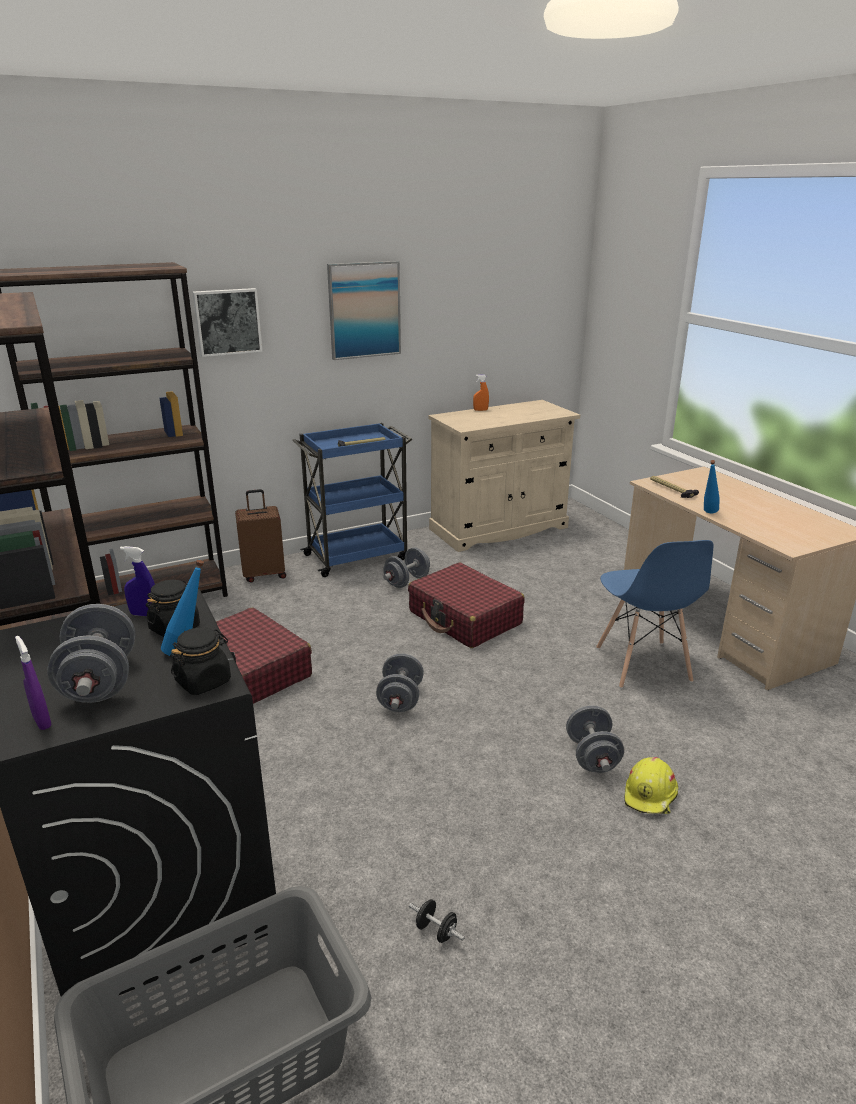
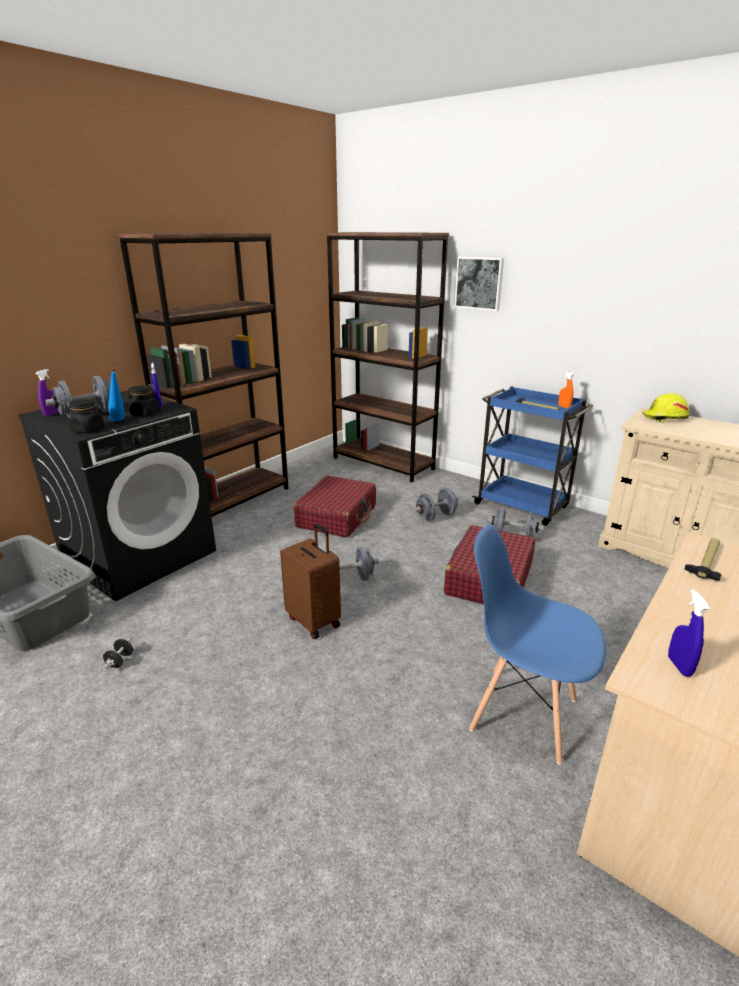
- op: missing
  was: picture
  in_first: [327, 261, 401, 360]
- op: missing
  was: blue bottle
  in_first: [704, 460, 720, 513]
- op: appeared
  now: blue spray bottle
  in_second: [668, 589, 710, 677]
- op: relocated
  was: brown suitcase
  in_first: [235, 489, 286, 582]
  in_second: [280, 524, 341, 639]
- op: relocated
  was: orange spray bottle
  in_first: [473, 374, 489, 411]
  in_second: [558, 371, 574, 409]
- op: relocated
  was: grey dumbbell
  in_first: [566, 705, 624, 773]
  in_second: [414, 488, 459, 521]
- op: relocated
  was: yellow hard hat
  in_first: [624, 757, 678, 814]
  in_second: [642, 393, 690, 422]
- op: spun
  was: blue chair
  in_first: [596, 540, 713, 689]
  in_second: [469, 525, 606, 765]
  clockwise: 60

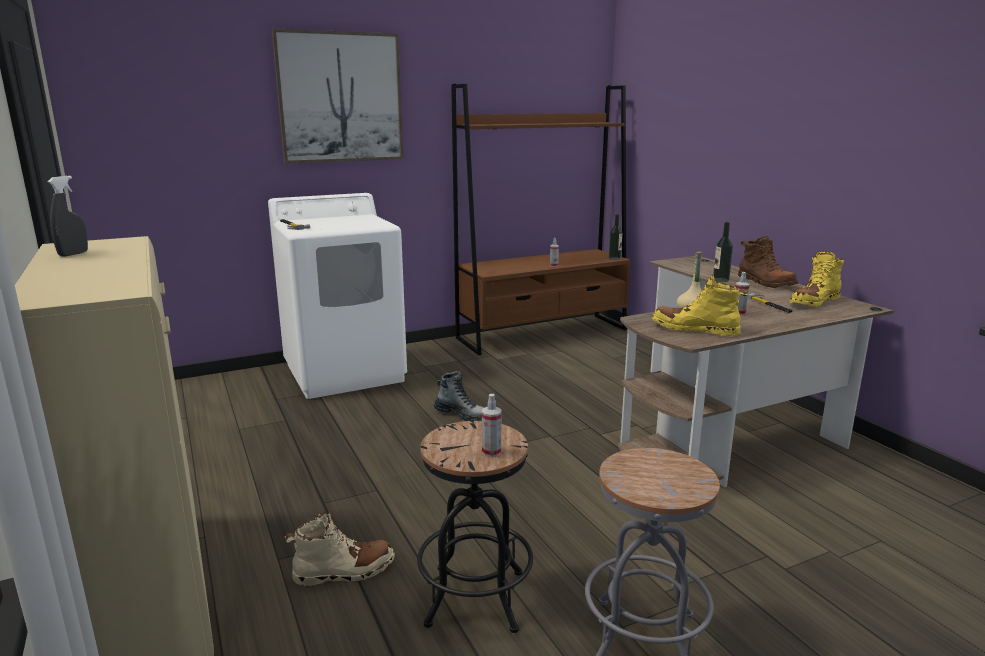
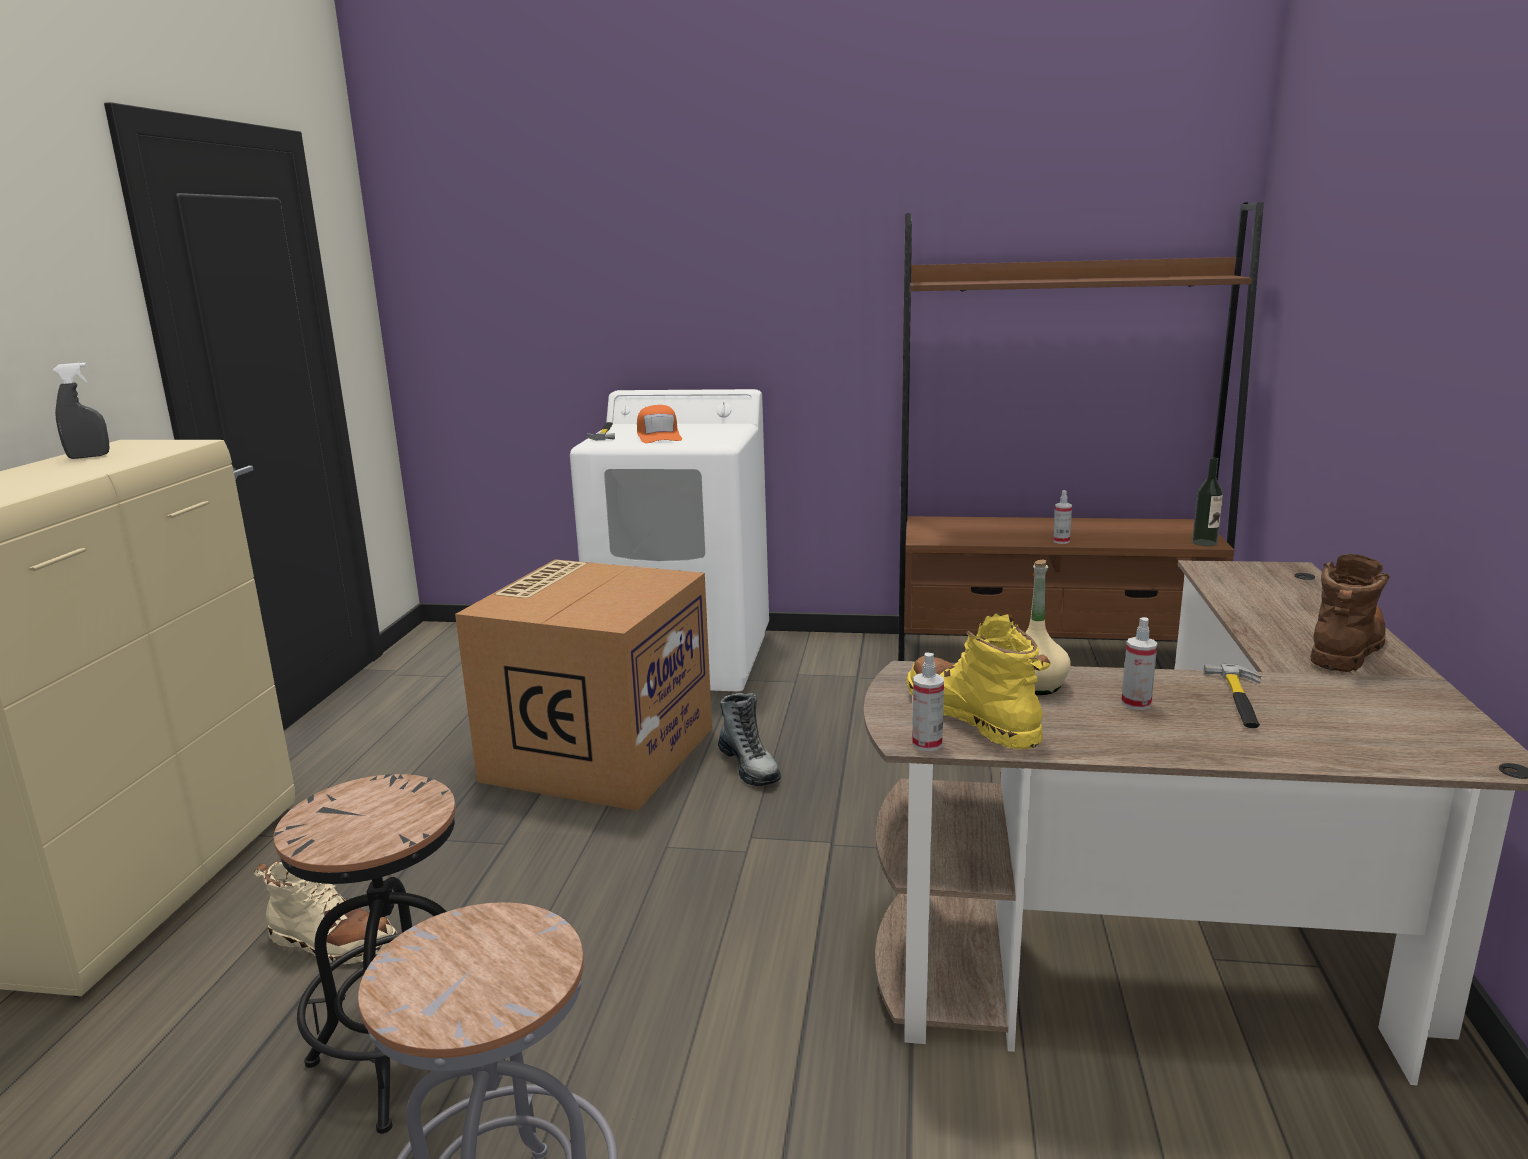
- op: missing
  was: picture
  in_first: [272, 28, 404, 164]
- op: missing
  was: bottle
  in_first: [713, 222, 733, 282]
- op: missing
  was: yellow boot
  in_first: [789, 252, 844, 307]
- op: appeared
  now: cardboard box
  in_second: [455, 559, 712, 811]
- op: appeared
  now: orange cap
  in_second: [637, 405, 682, 443]
- op: relocated
  was: spray bottle
  in_first: [482, 394, 502, 457]
  in_second: [912, 652, 944, 751]
- op: spun
  was: brown boot
  in_first: [738, 236, 798, 288]
  in_second: [1310, 554, 1390, 672]
  clockwise: -150

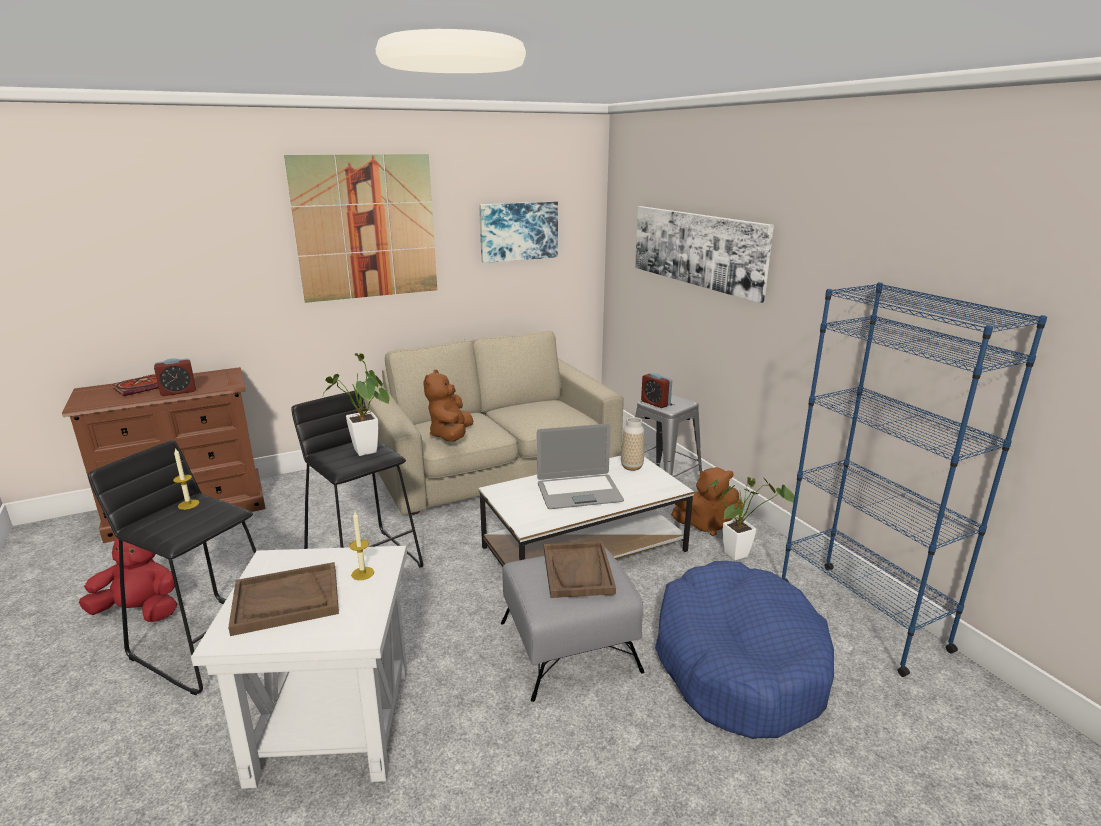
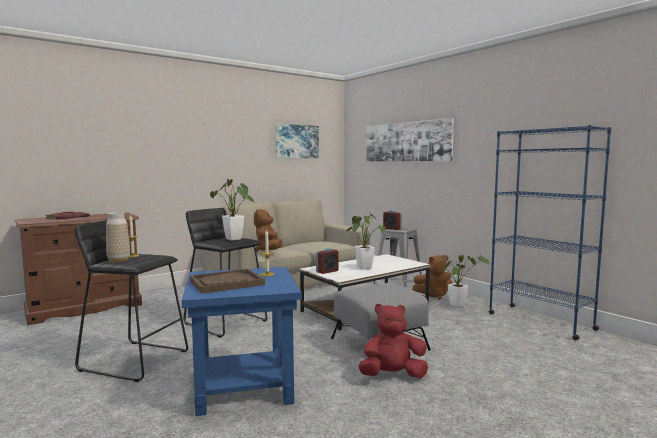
- op: missing
  was: picture
  in_first: [284, 154, 437, 303]
- op: missing
  was: brown tray
  in_first: [544, 541, 616, 598]
- op: missing
  was: blue dog bed
  in_first: [655, 561, 834, 739]
- op: relocated
  was: red plush toy
  in_first: [79, 538, 178, 622]
  in_second: [358, 303, 428, 378]
- op: relocated
  was: alarm clock
  in_first: [154, 358, 196, 396]
  in_second: [316, 248, 339, 274]
- op: relocated
  was: vase
  in_first: [621, 417, 644, 471]
  in_second: [106, 212, 130, 262]
- op: exchanged
  was: laptop
  now: potted plant
  in_first: [537, 424, 624, 509]
  in_second: [346, 212, 386, 269]
- op: colour
  was: white side table
  now: blue side table
  in_first: [191, 546, 407, 789]
  in_second: [182, 267, 302, 416]

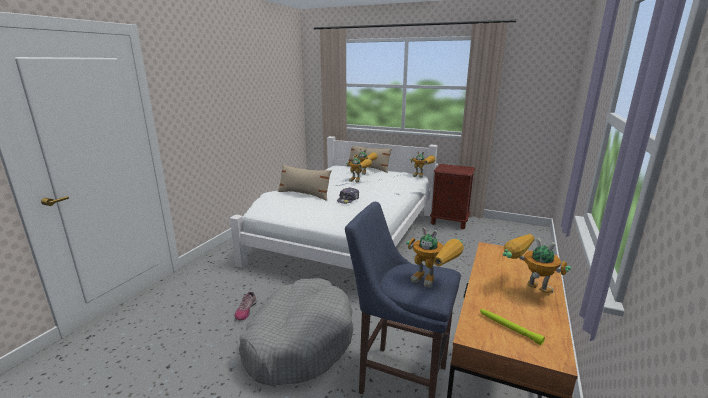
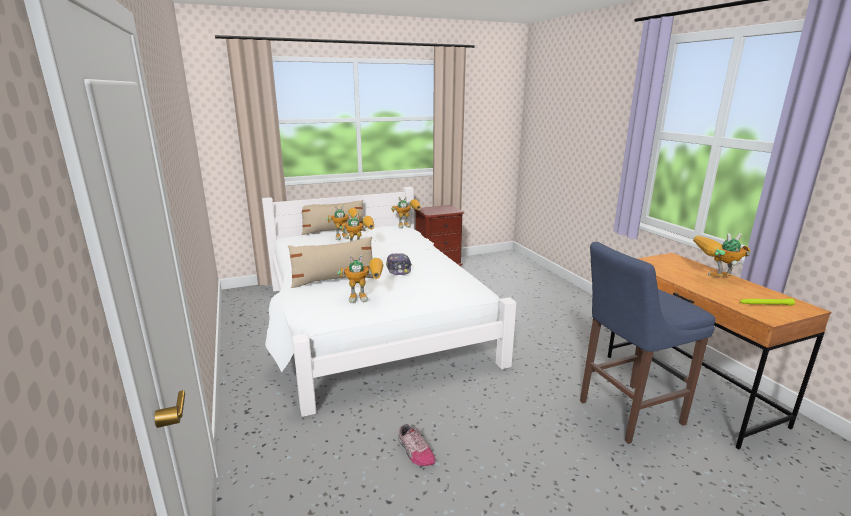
- op: missing
  was: grey dog bed
  in_first: [239, 278, 353, 386]
- op: relocated
  was: toy robot
  in_first: [406, 227, 464, 288]
  in_second: [337, 255, 383, 303]

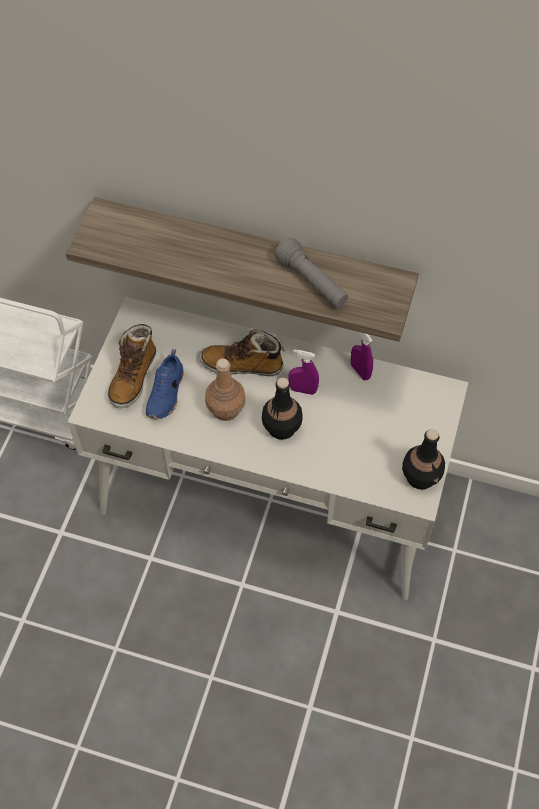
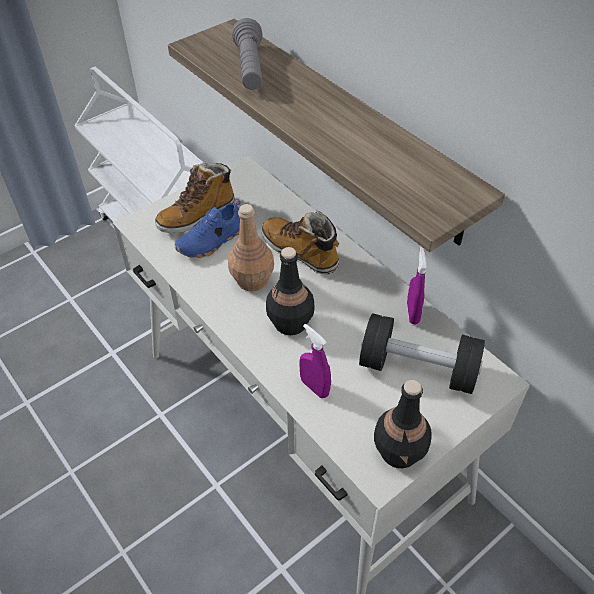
- op: appeared
  now: black dumbbell
  in_second: [359, 313, 485, 394]
- op: relocated
  was: grey flashlight
  in_first: [275, 238, 348, 308]
  in_second: [232, 18, 262, 90]
- op: relocated
  was: purple spray bottle
  in_first: [289, 349, 319, 395]
  in_second: [299, 324, 331, 398]

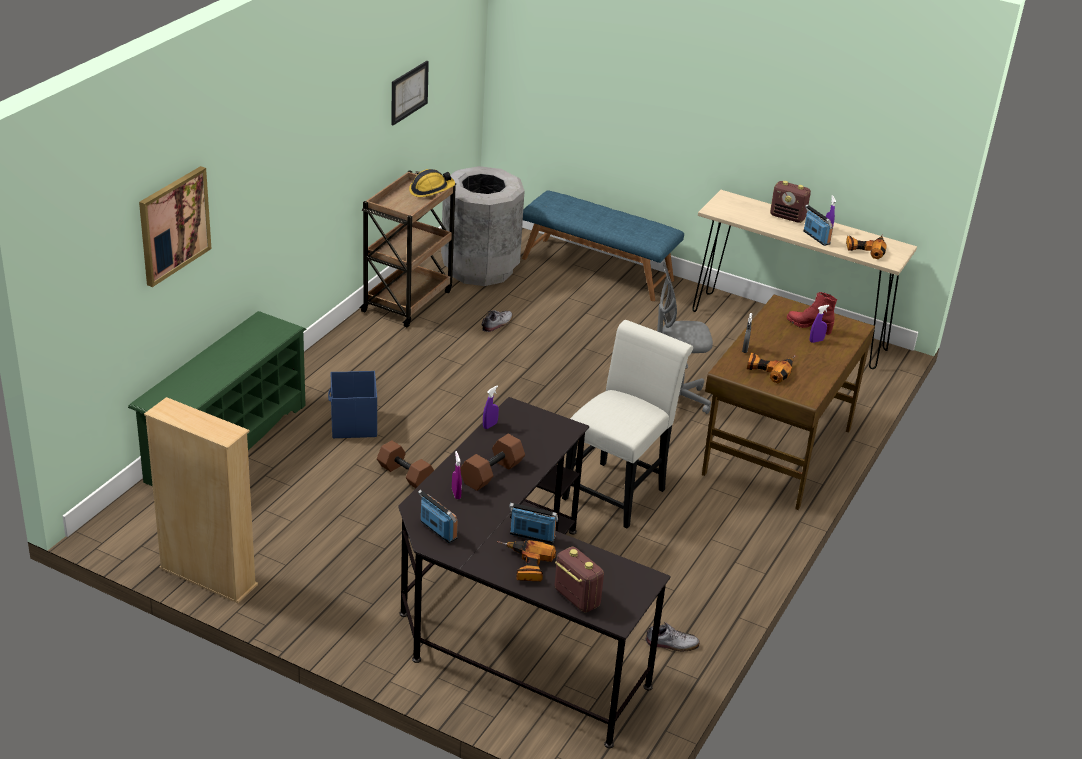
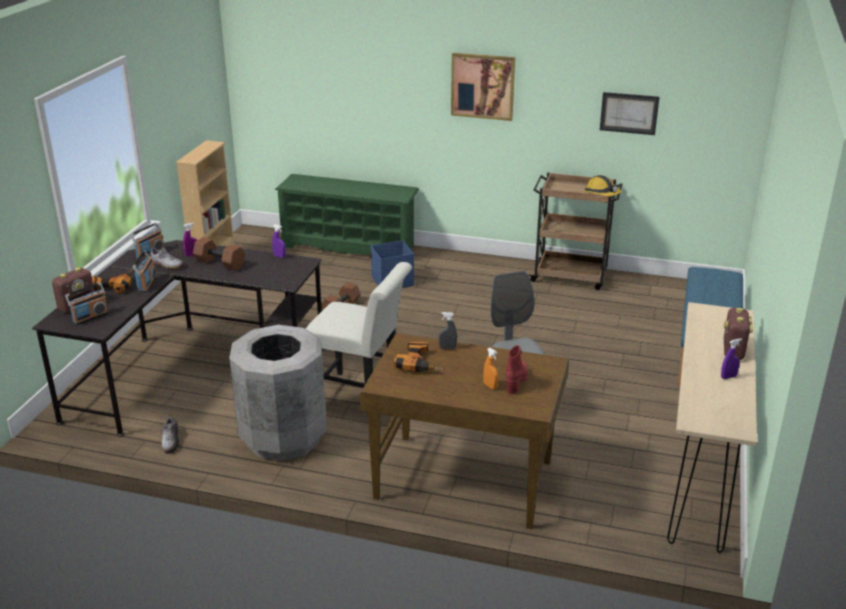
- op: missing
  was: power drill
  in_first: [846, 234, 887, 259]
- op: relocated
  was: picture
  in_first: [139, 166, 212, 287]
  in_second: [451, 53, 515, 121]
- op: relocated
  was: grey trash can
  in_first: [441, 166, 525, 286]
  in_second: [229, 325, 326, 461]
- op: relocated
  was: shoe
  in_first: [481, 310, 513, 332]
  in_second: [150, 247, 185, 269]
- op: relocated
  was: radio
  in_first: [803, 204, 833, 246]
  in_second: [65, 283, 109, 325]
- op: colour
  was: purple spray bottle
  now: orange spray bottle
  in_first: [810, 305, 829, 343]
  in_second: [483, 348, 498, 390]

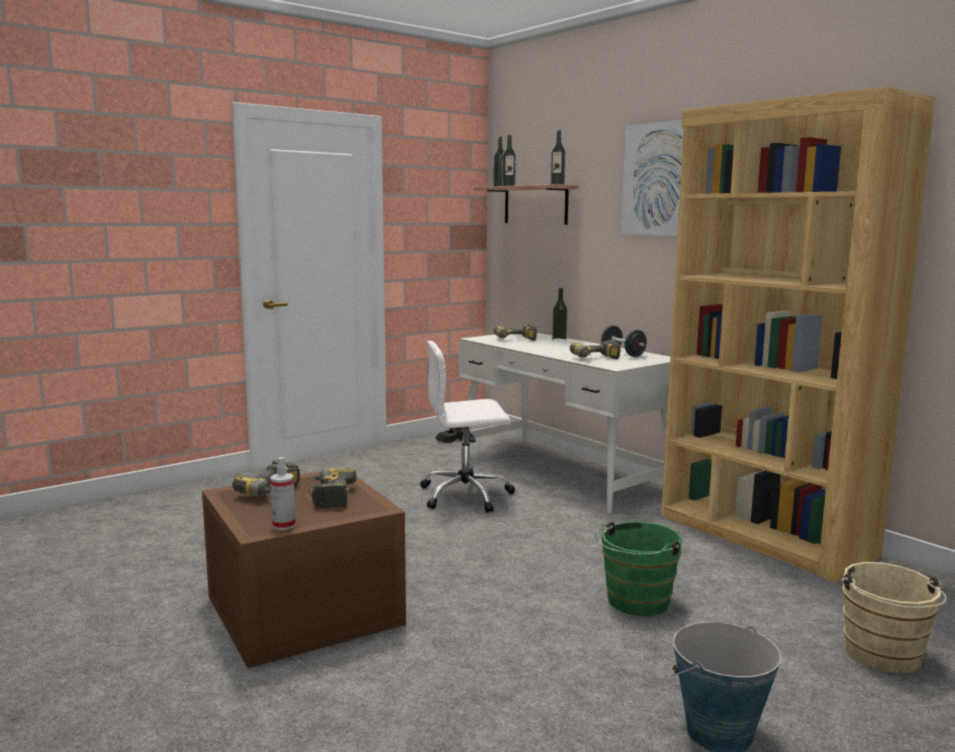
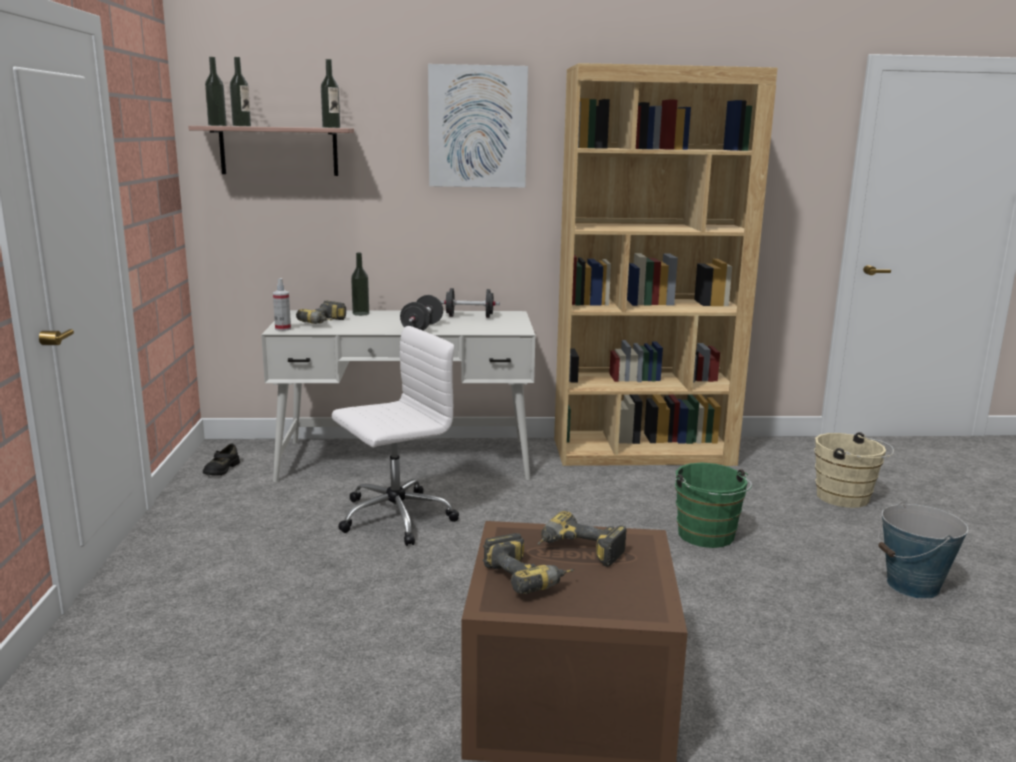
- op: missing
  was: power drill
  in_first: [570, 340, 621, 359]
- op: appeared
  now: black dumbbell
  in_second: [400, 295, 443, 331]
- op: relocated
  was: spray bottle
  in_first: [270, 457, 295, 530]
  in_second: [273, 278, 291, 331]
- op: spun
  was: white office chair
  in_first: [420, 341, 515, 513]
  in_second: [332, 326, 459, 546]
  clockwise: -150

